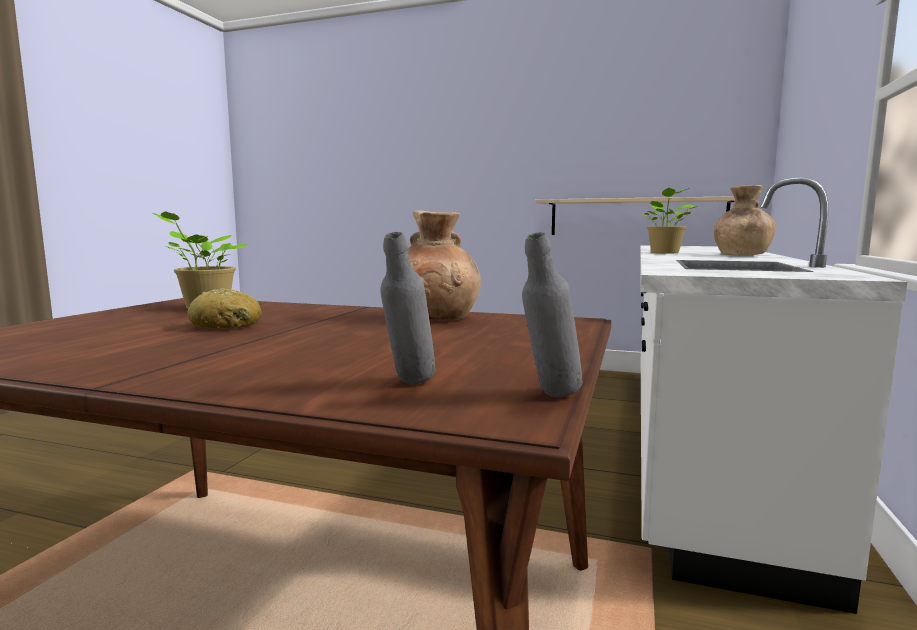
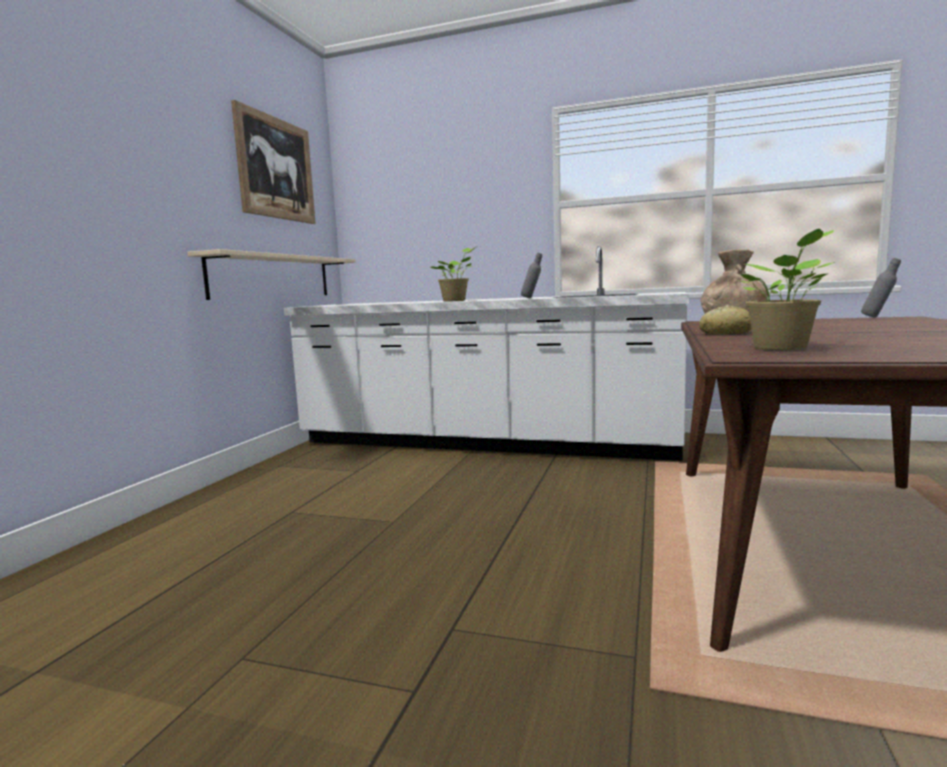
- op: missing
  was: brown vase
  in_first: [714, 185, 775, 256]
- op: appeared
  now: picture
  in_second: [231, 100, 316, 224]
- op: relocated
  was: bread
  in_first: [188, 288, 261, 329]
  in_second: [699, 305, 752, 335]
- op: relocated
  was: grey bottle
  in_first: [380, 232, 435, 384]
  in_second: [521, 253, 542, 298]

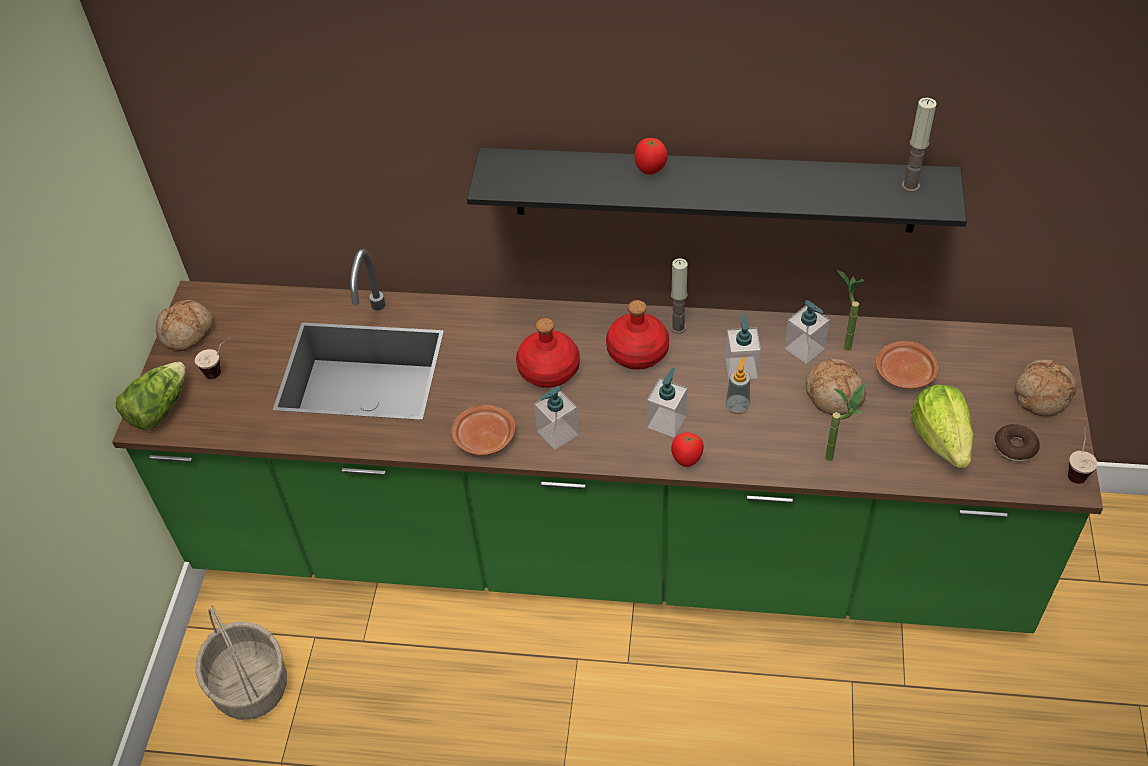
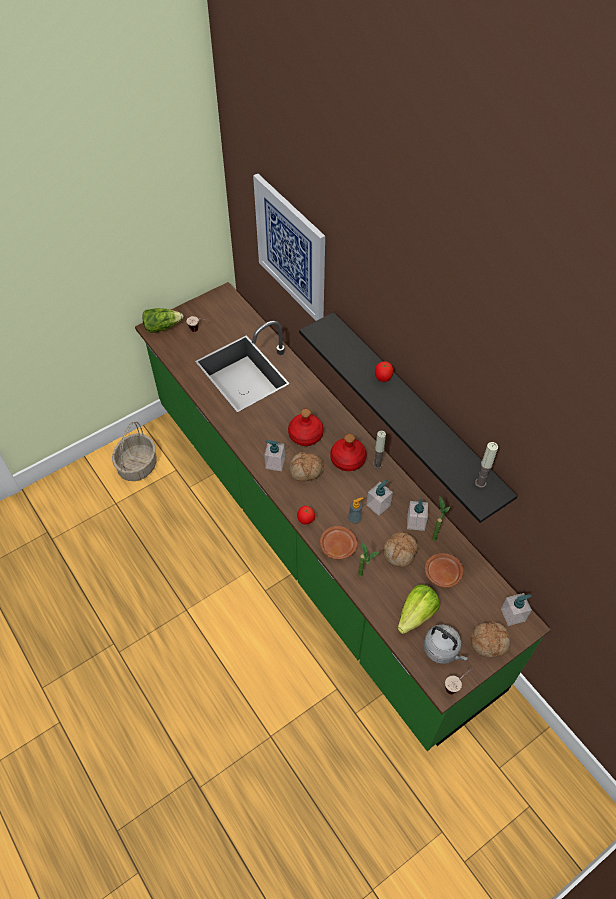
- op: appeared
  now: picture
  in_second: [253, 174, 325, 321]
- op: relocated
  was: bread
  in_first: [156, 300, 213, 351]
  in_second: [289, 452, 324, 482]
- op: relocated
  was: brown plate
  in_first: [451, 405, 516, 456]
  in_second: [320, 526, 357, 559]
- op: relocated
  was: soap dispenser
  in_first: [647, 368, 688, 438]
  in_second: [501, 593, 532, 626]
- op: exchanged
  was: donut
  now: grey kettle
  in_first: [994, 424, 1040, 462]
  in_second: [424, 624, 468, 664]

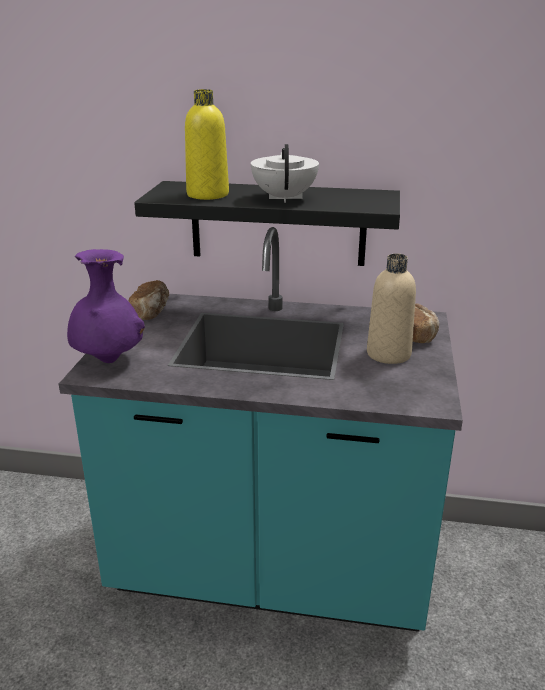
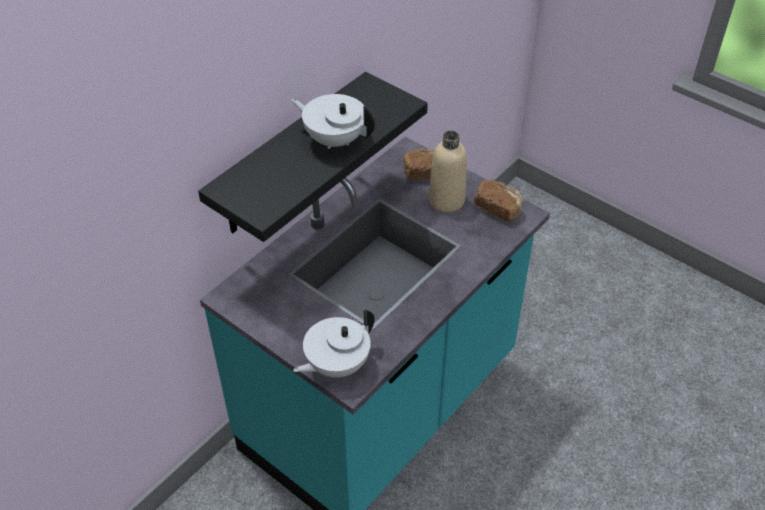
- op: missing
  was: yellow bottle
  in_first: [185, 89, 229, 200]
- op: relocated
  was: bread
  in_first: [129, 280, 169, 320]
  in_second: [474, 180, 524, 221]
- op: exchanged
  was: purple vase
  now: white teapot
  in_first: [67, 249, 145, 363]
  in_second: [293, 309, 375, 378]

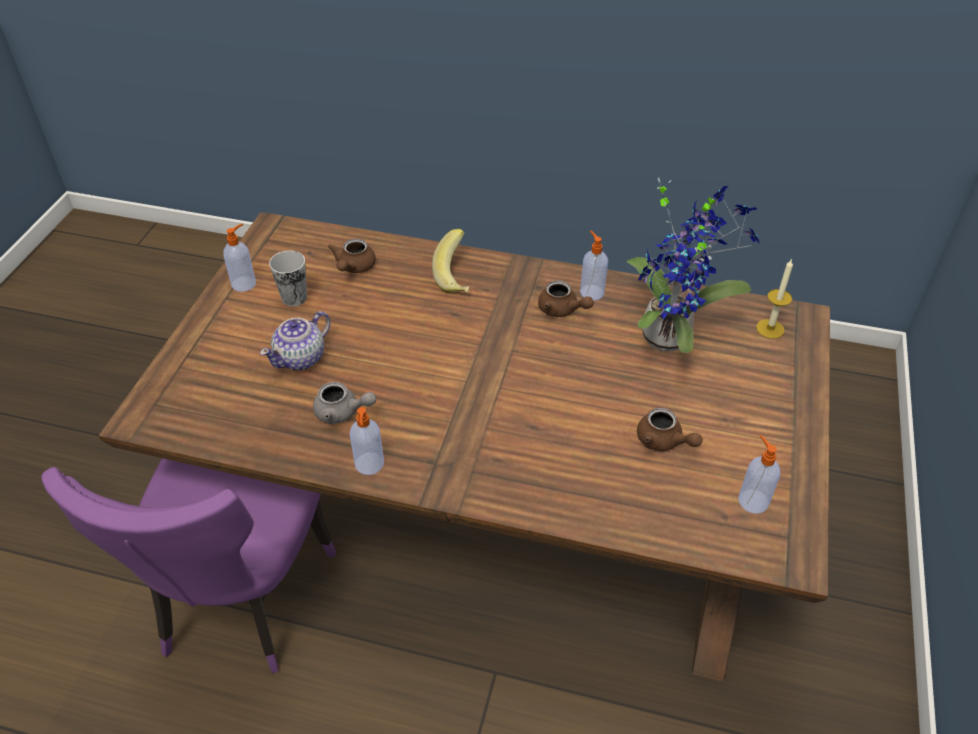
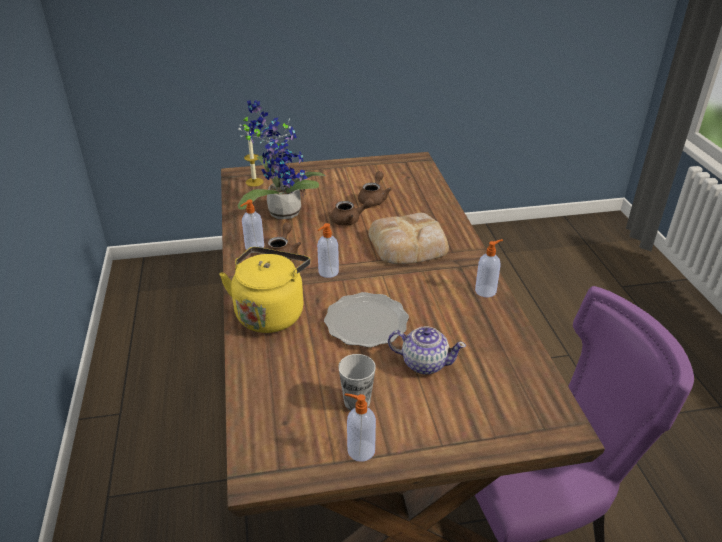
- op: missing
  was: grey teapot
  in_first: [313, 382, 376, 424]
- op: appeared
  now: plate
  in_second: [324, 292, 409, 348]
- op: appeared
  now: bread
  in_second: [368, 213, 449, 264]
- op: relocated
  was: brown teapot
  in_first: [328, 238, 376, 273]
  in_second: [331, 198, 374, 226]
- op: relocated
  was: soap dispenser
  in_first: [738, 435, 780, 514]
  in_second: [317, 223, 339, 278]
- op: exchanged
  was: banana
  now: yellow kettle
  in_first: [432, 229, 470, 293]
  in_second: [219, 247, 310, 333]

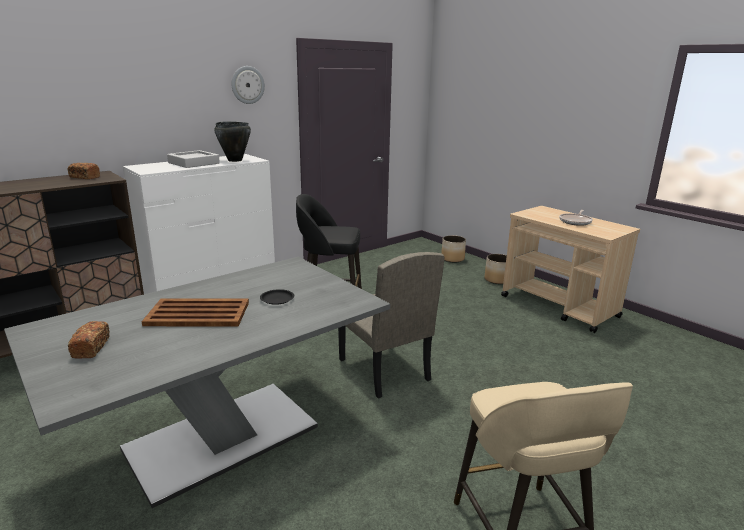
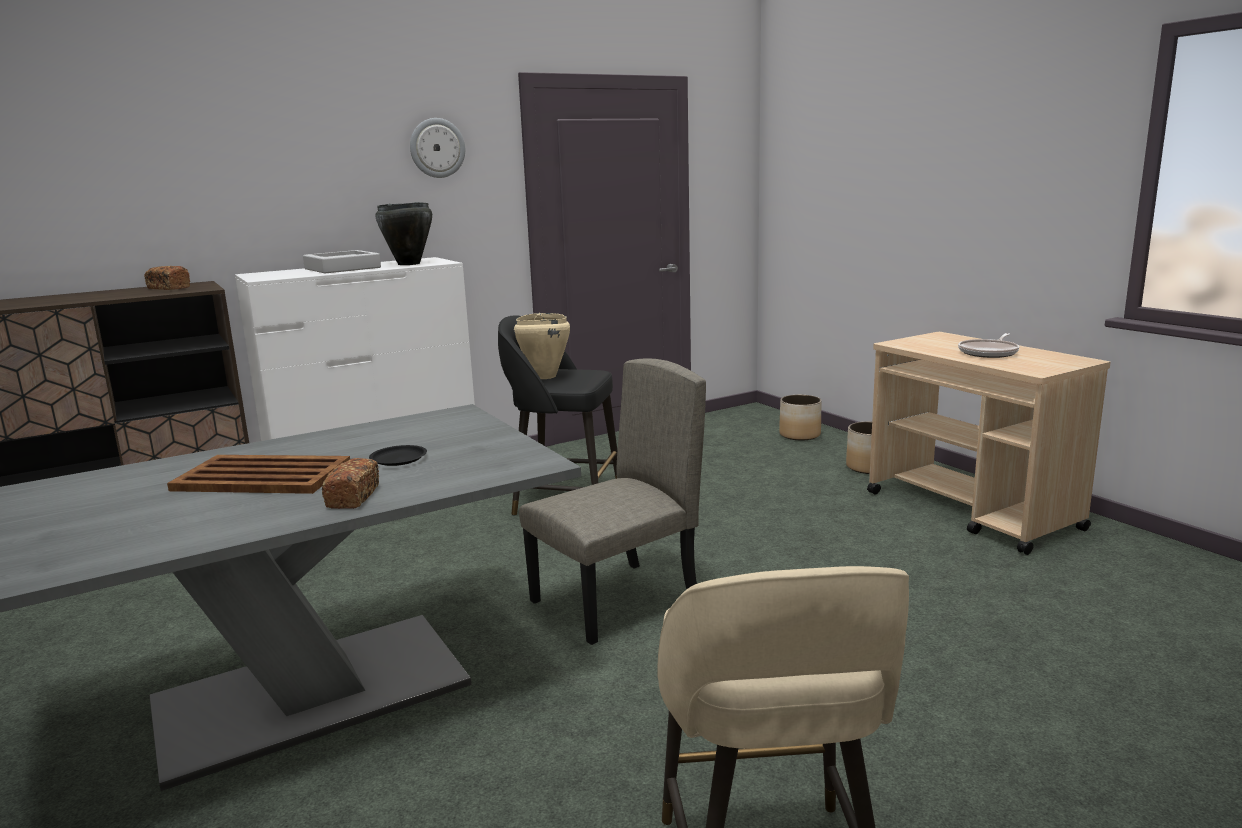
- op: appeared
  now: beige cooking pot
  in_second: [514, 313, 570, 379]
- op: relocated
  was: bread
  in_first: [68, 321, 110, 359]
  in_second: [322, 458, 379, 509]
- op: spun
  was: beige chair
  in_first: [338, 252, 444, 399]
  in_second: [519, 358, 706, 645]
  clockwise: -105

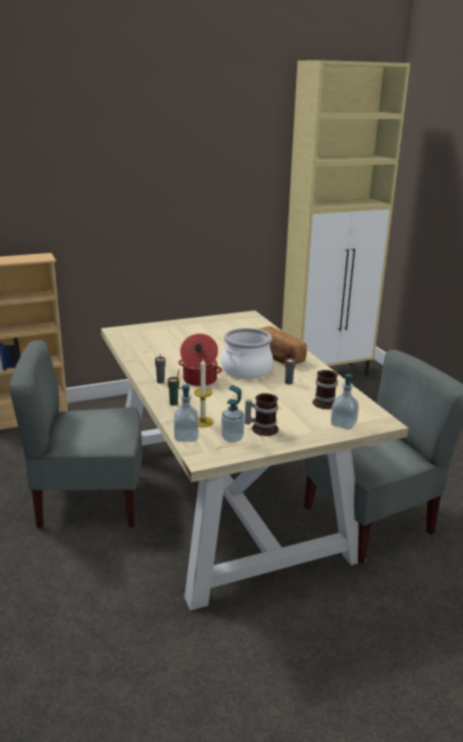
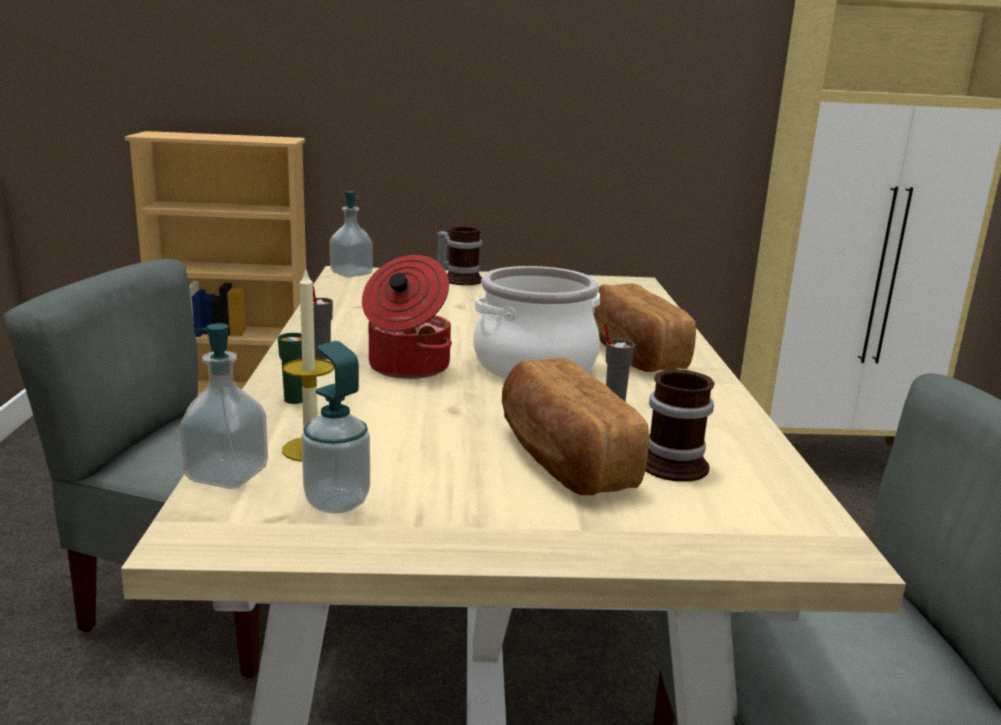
- op: appeared
  now: bread
  in_second: [502, 357, 649, 495]
- op: relocated
  was: mug
  in_first: [245, 393, 278, 436]
  in_second: [437, 225, 482, 285]
- op: relocated
  was: soap dispenser
  in_first: [331, 374, 359, 430]
  in_second: [330, 191, 373, 278]

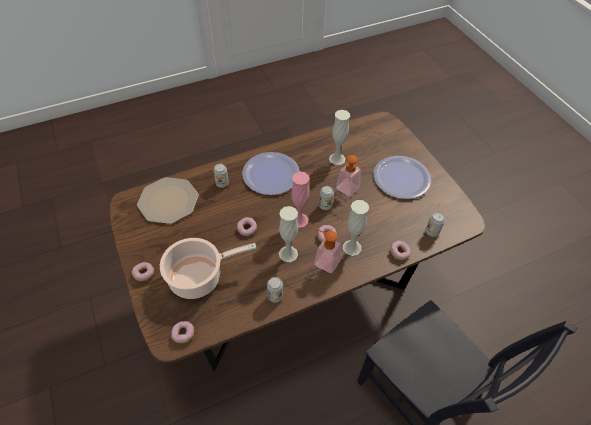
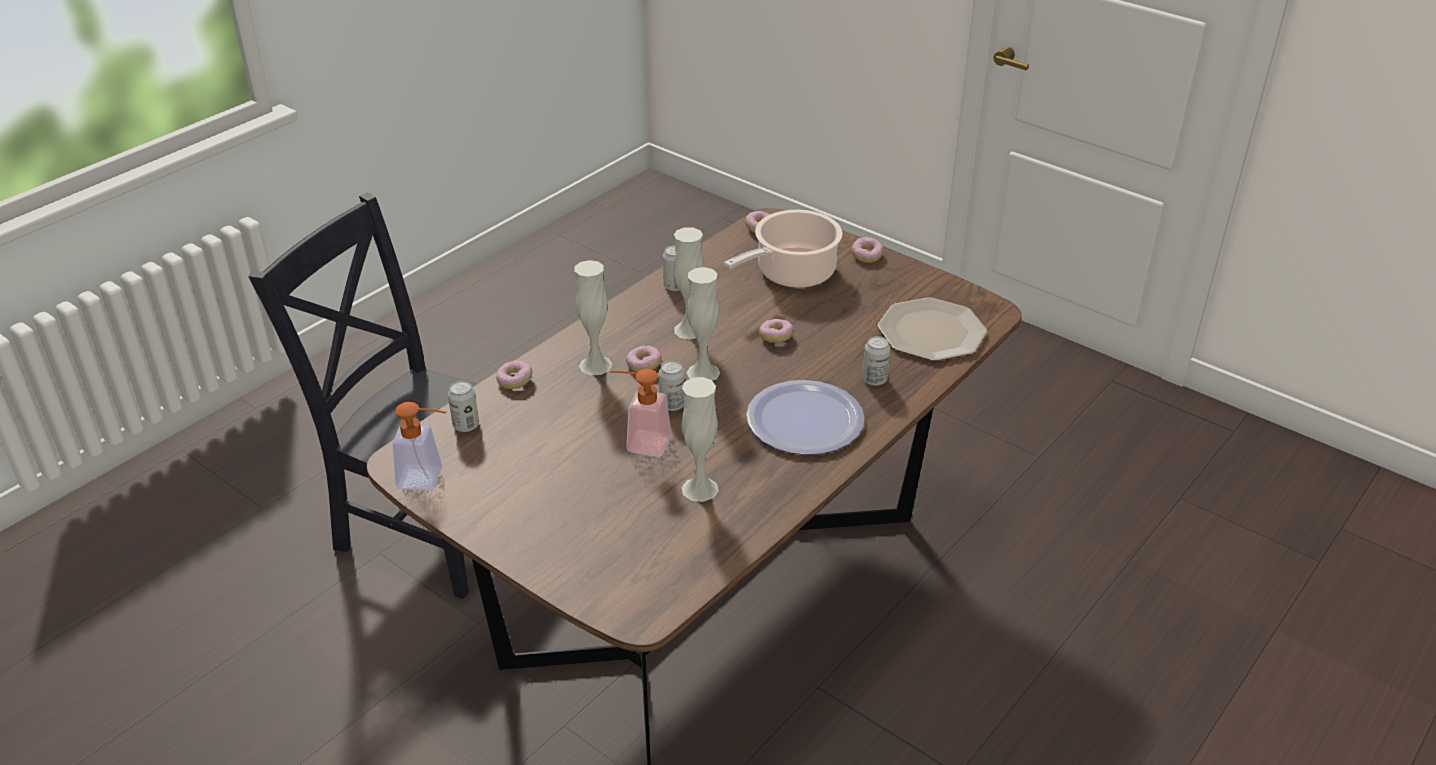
- op: missing
  was: plate
  in_first: [373, 156, 431, 199]
- op: relocated
  was: soap dispenser
  in_first: [311, 227, 341, 273]
  in_second: [392, 402, 446, 491]
- op: colour
  was: pink vase
  now: white vase
  in_first: [291, 172, 310, 228]
  in_second: [687, 267, 720, 381]

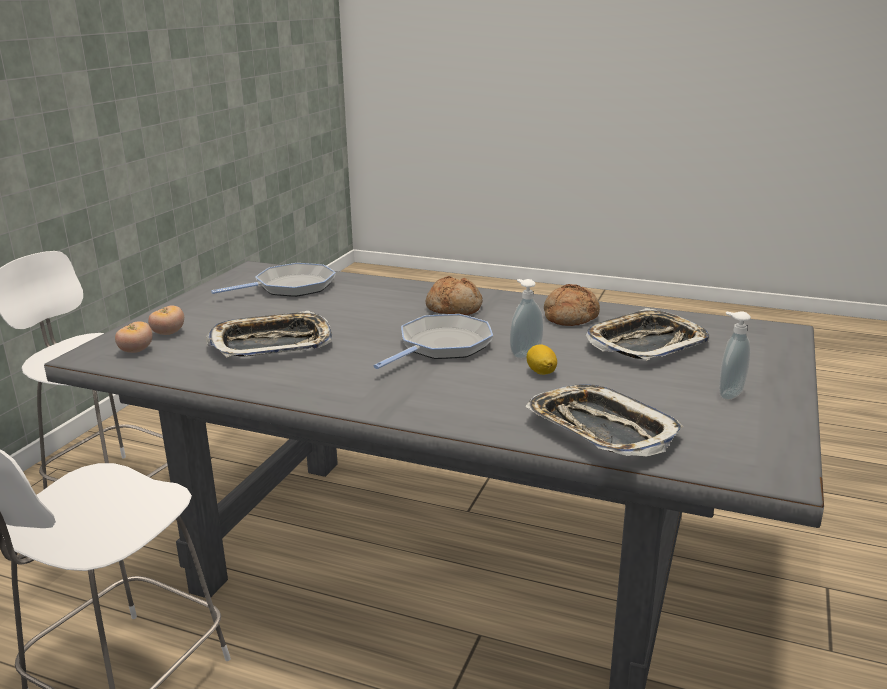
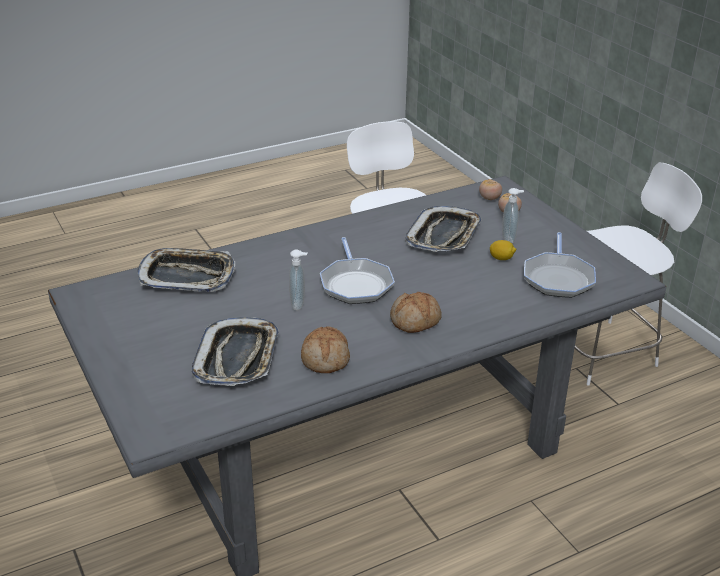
- op: relocated
  was: lemon
  in_first: [527, 344, 557, 375]
  in_second: [490, 240, 516, 260]
- op: relocated
  was: soap dispenser
  in_first: [719, 311, 751, 400]
  in_second: [502, 188, 524, 243]

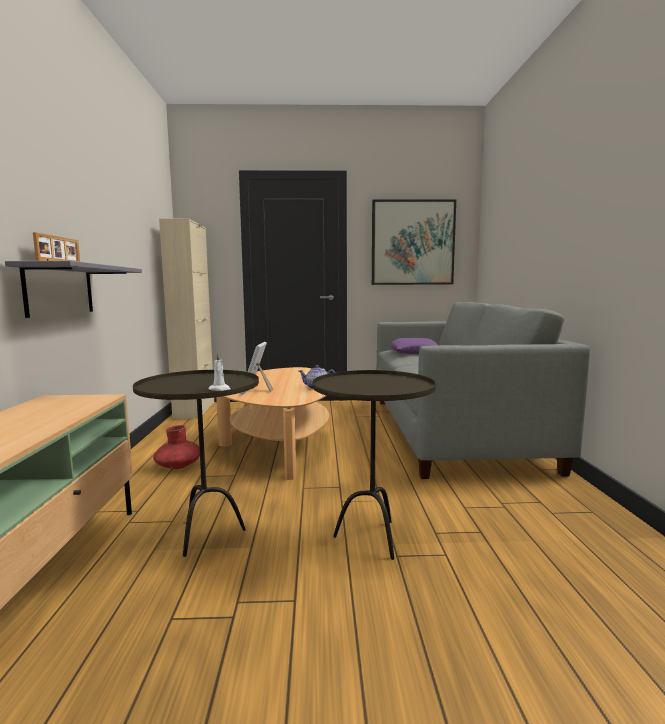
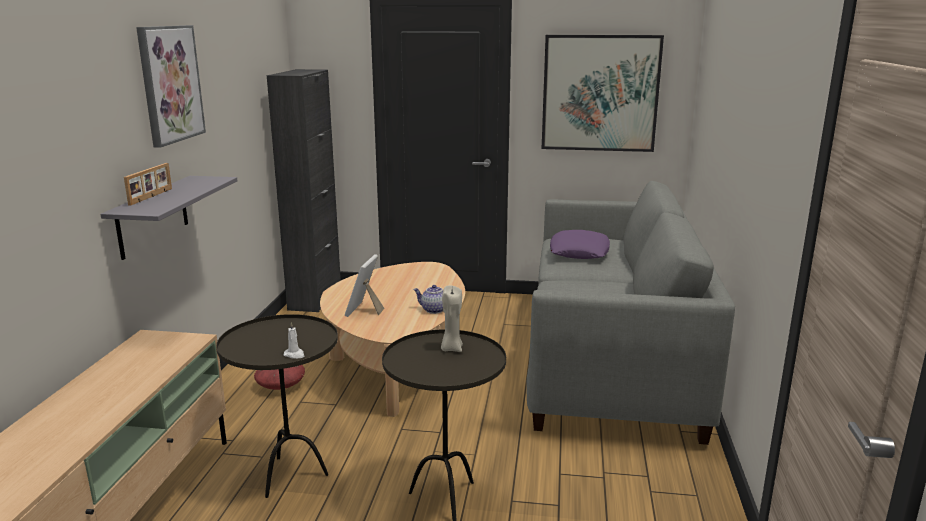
- op: appeared
  now: picture
  in_second: [136, 25, 206, 148]
- op: appeared
  now: beige candle
  in_second: [441, 285, 463, 352]
- op: colour
  was: beige cabinet
  now: black cabinet
  in_first: [159, 219, 214, 419]
  in_second: [267, 69, 341, 312]

